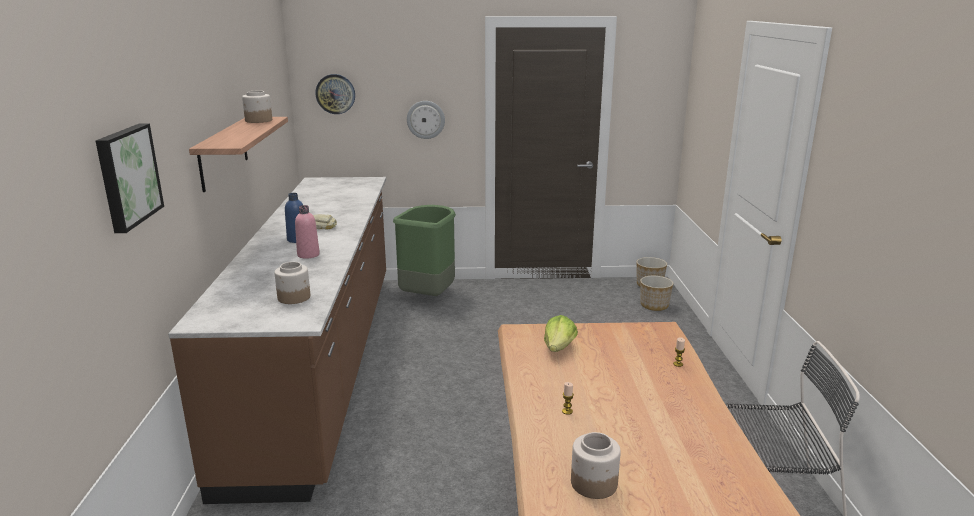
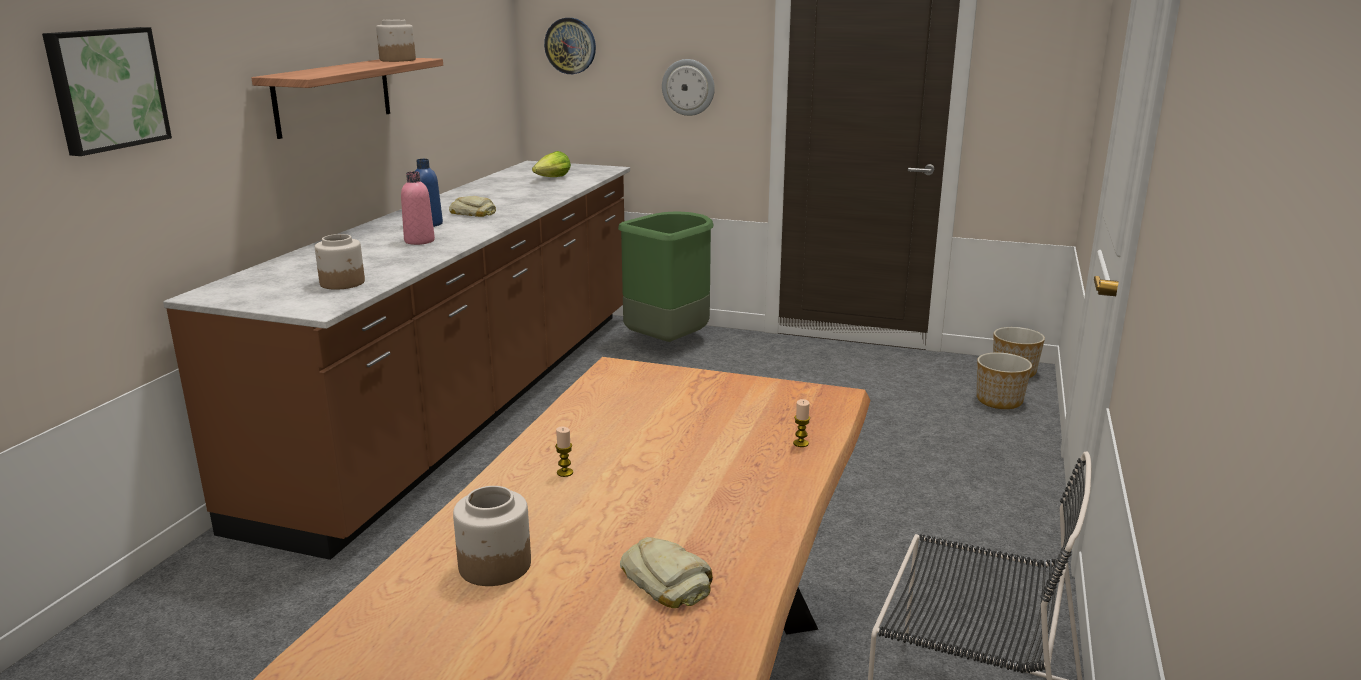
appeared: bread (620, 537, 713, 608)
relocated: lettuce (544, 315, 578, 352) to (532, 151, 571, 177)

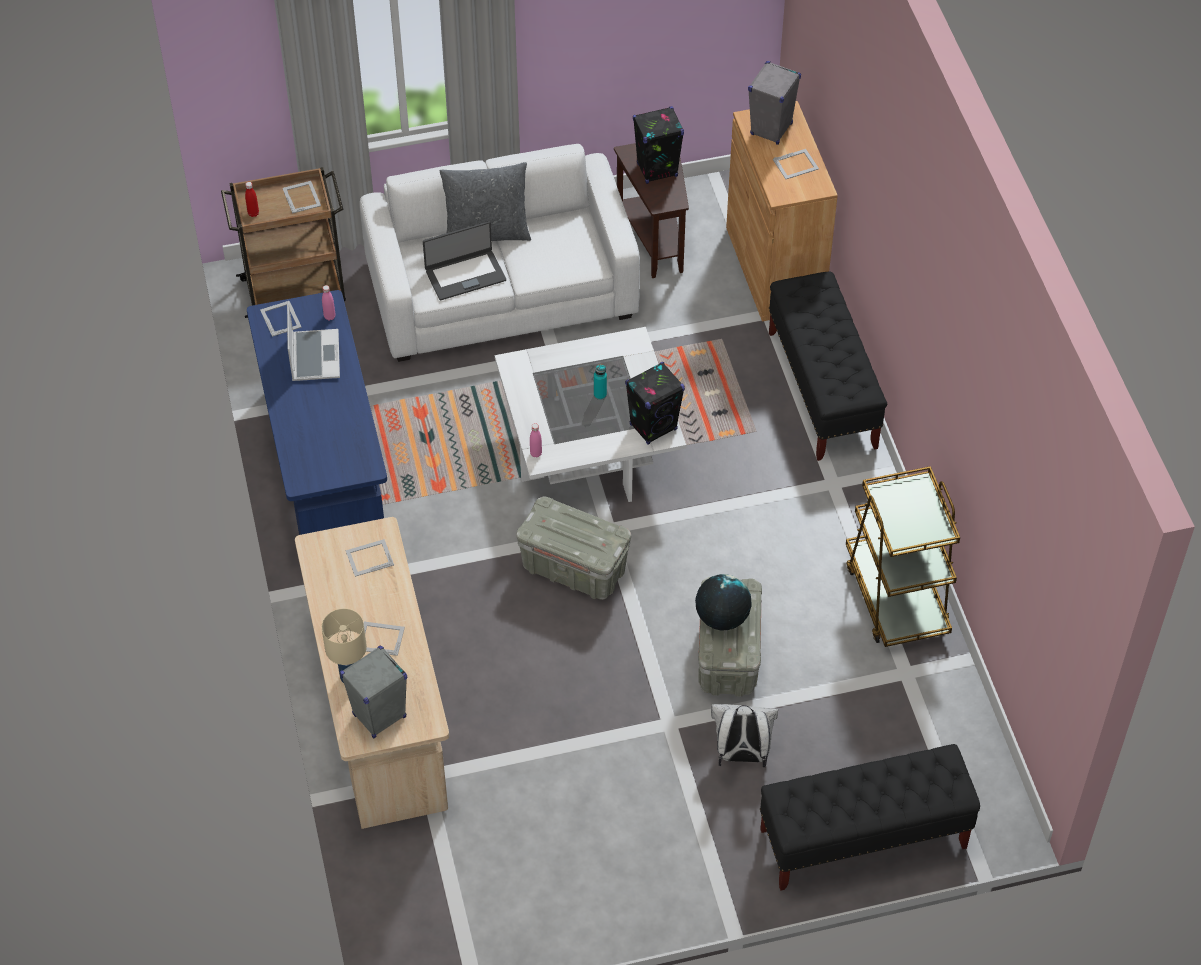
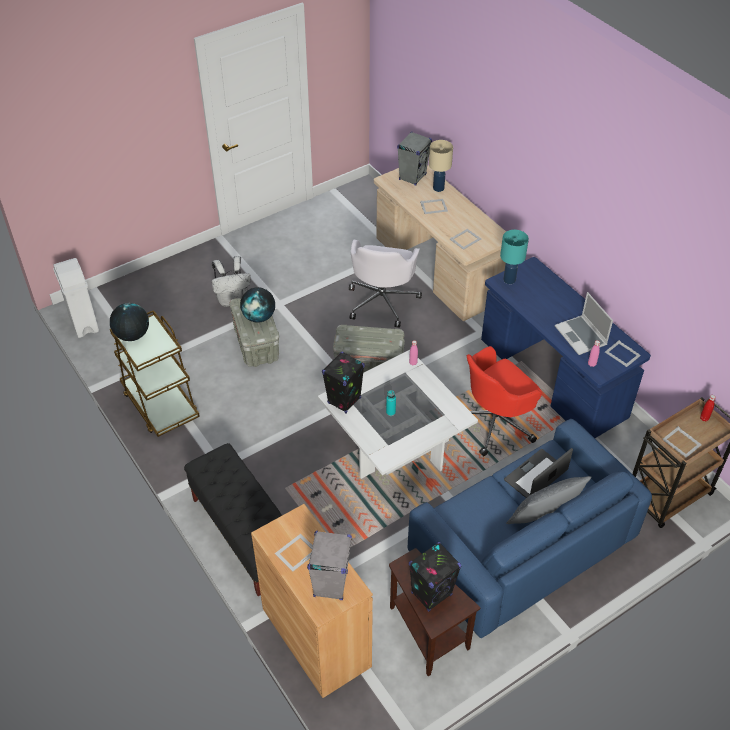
missing: black bench (760, 744, 980, 891)
appeared: turquoise table lamp (500, 230, 529, 284); white office chair (349, 240, 422, 328); white trash can (53, 258, 99, 338); globe (110, 303, 149, 341); red office chair (467, 346, 542, 456)
colour: white sofa (359, 144, 640, 362) to blue sofa (408, 419, 652, 638)

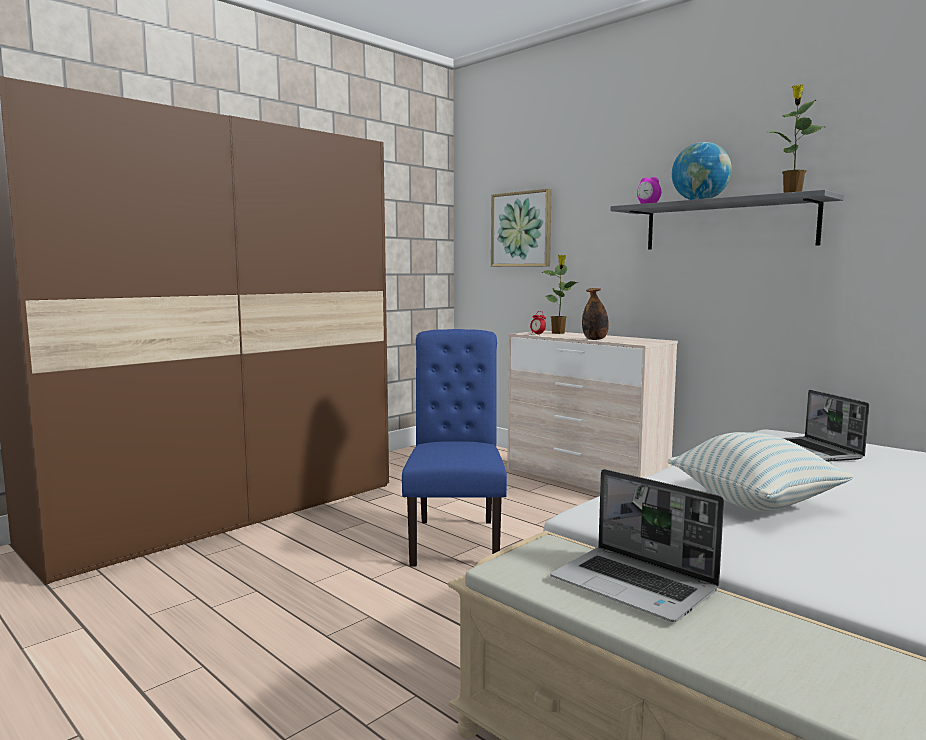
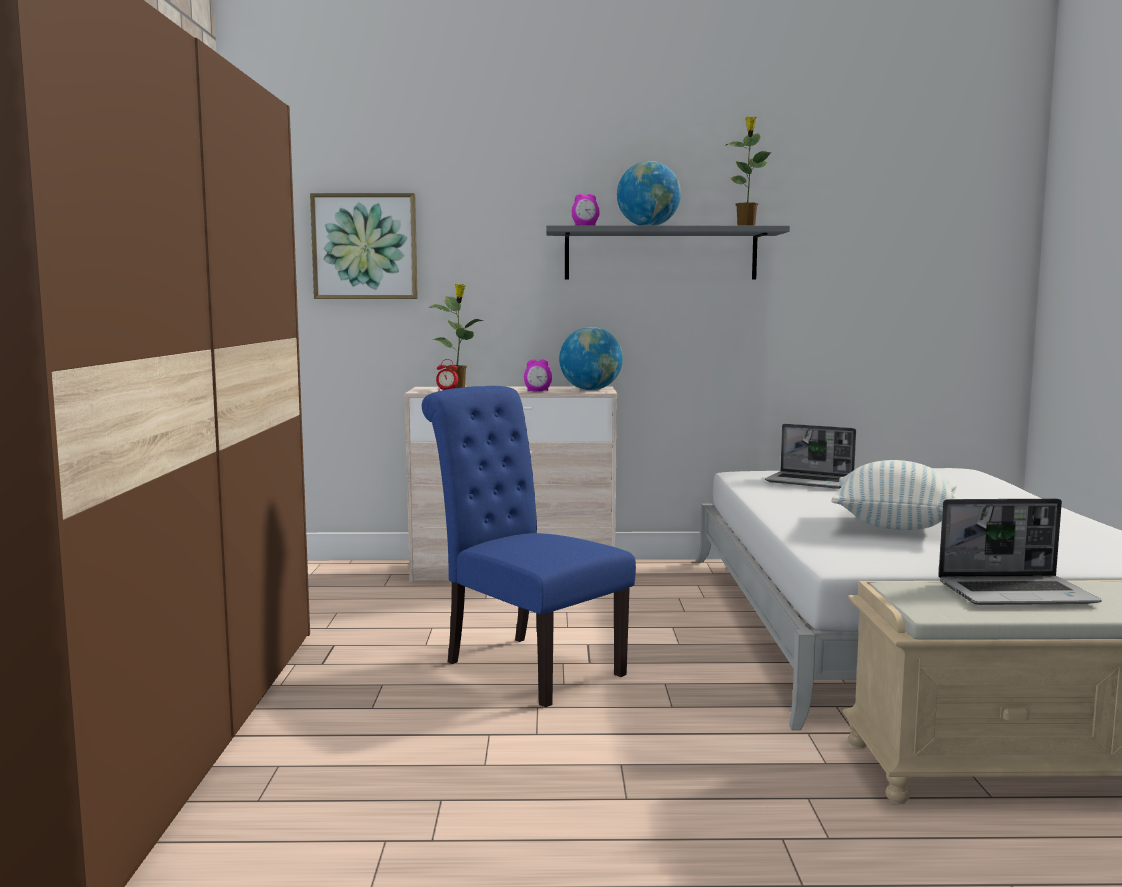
appeared: globe (559, 327, 623, 390)
exchanged: bottle (582, 288, 609, 340) to alarm clock (524, 359, 552, 392)

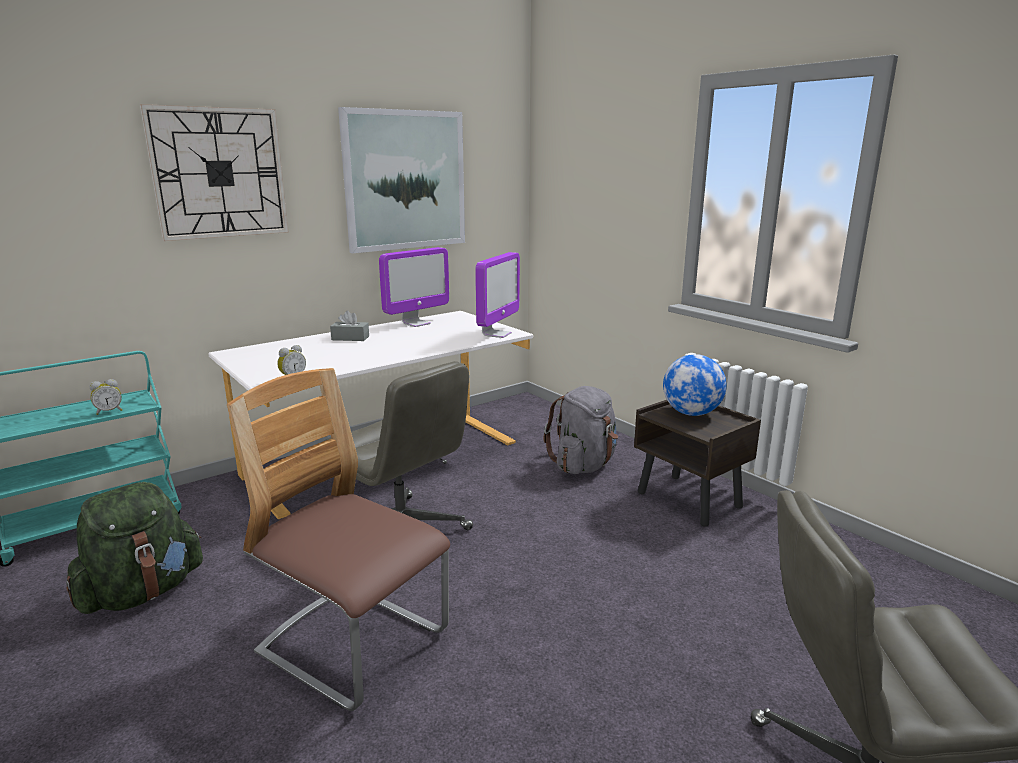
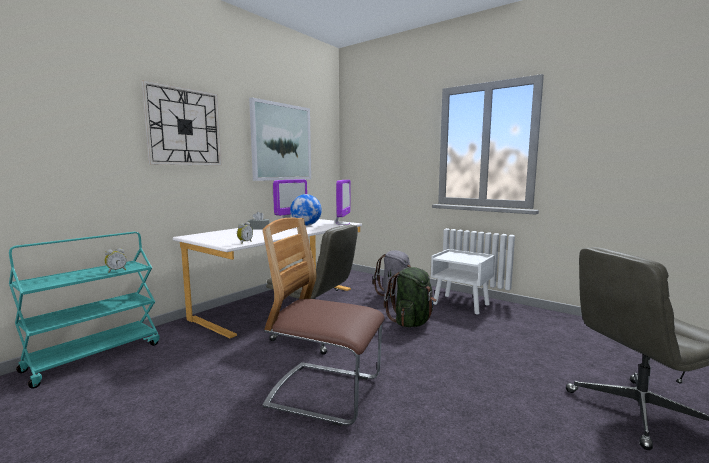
relocated: globe (663, 354, 727, 416) to (290, 194, 322, 226); green backpack (66, 482, 203, 614) to (384, 267, 437, 327)
colour: brown nightstand (634, 400, 761, 527) to white nightstand (431, 249, 495, 314)

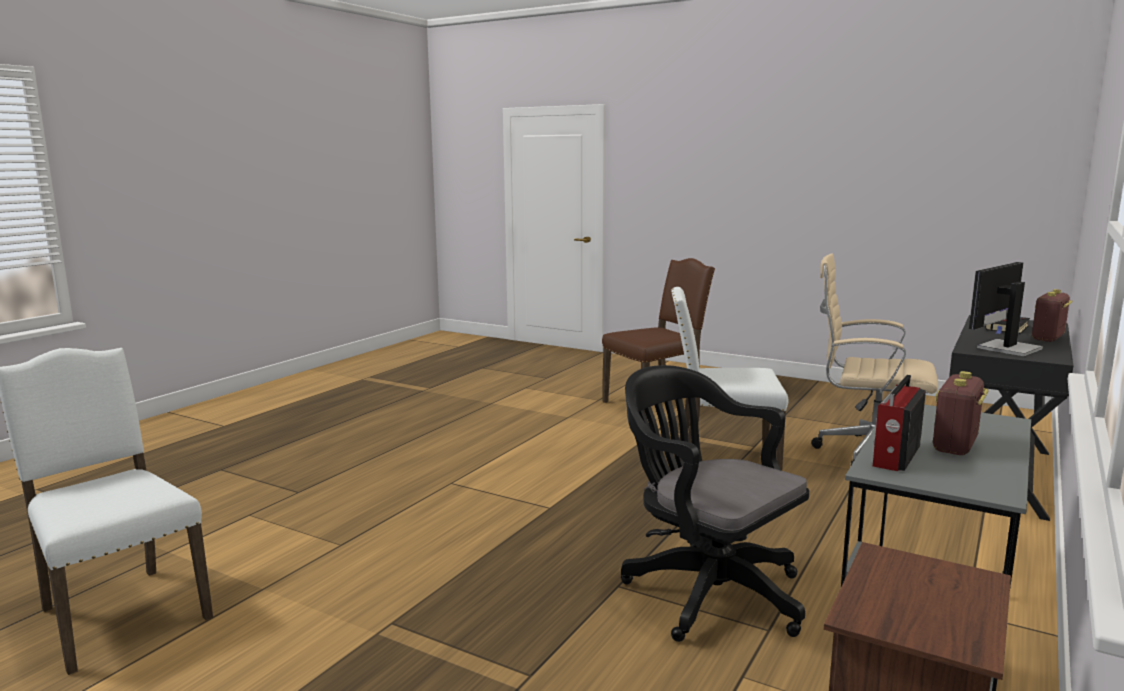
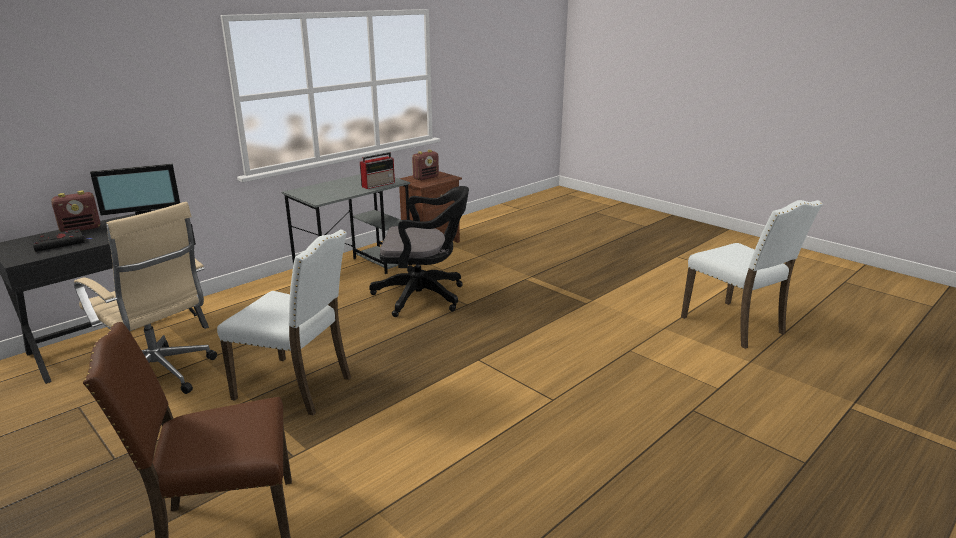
relocated: radio (933, 371, 989, 455) to (412, 150, 439, 180)
spun: black office chair (621, 365, 809, 642) = (369, 186, 469, 317) 60 degrees counterclockwise

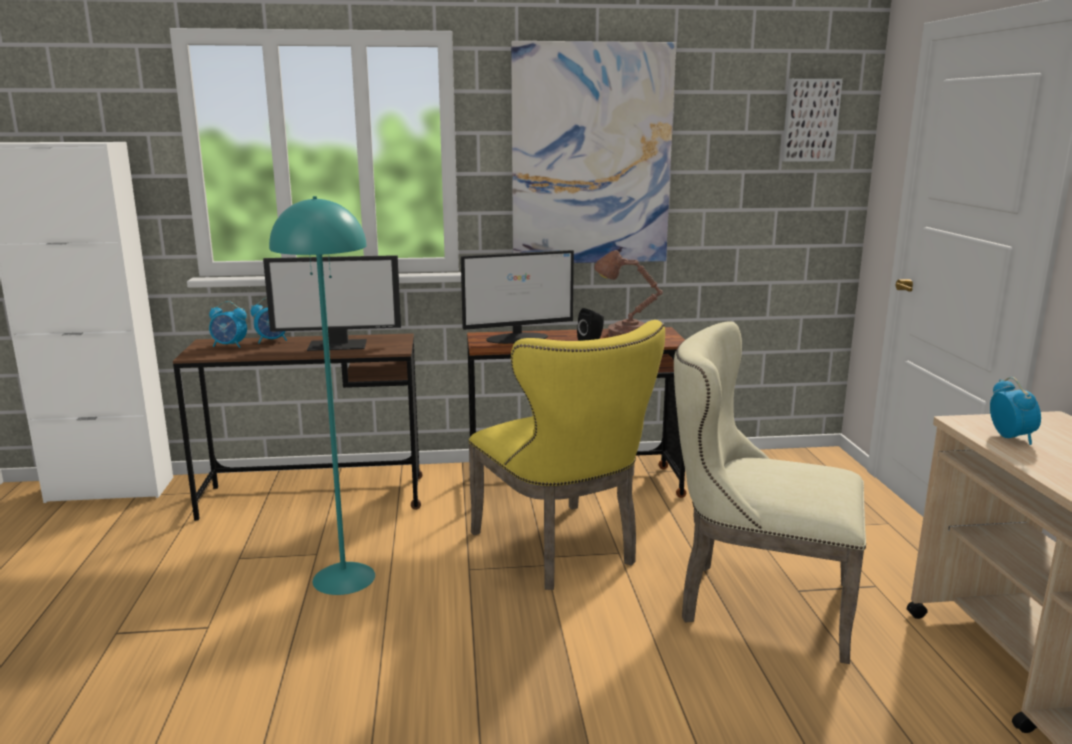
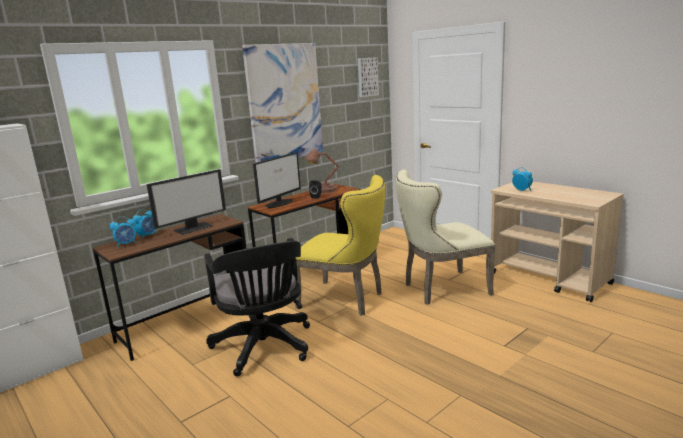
exchanged: turquoise floor lamp (269, 196, 375, 595) to black office chair (204, 238, 310, 377)

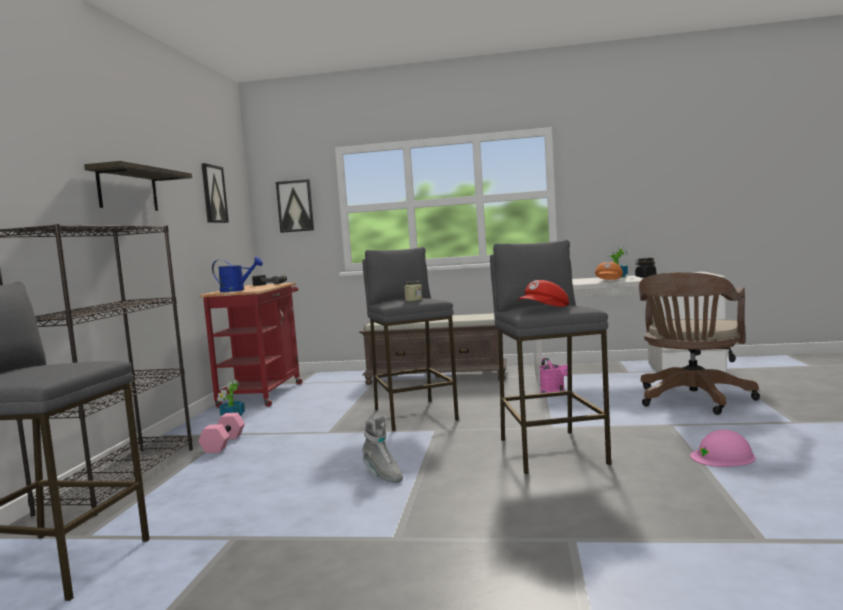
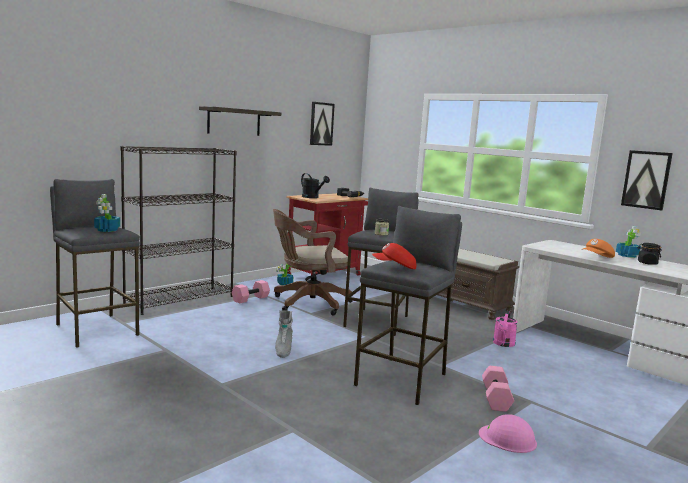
appeared: potted plant (94, 194, 120, 232); pink dumbbell (482, 366, 514, 412)
relocated: picture (276, 179, 314, 233) to (621, 150, 673, 210); brown office chair (639, 272, 760, 415) to (273, 209, 352, 316)
colour: blue watering can (212, 257, 263, 292) to black watering can (301, 173, 330, 198)

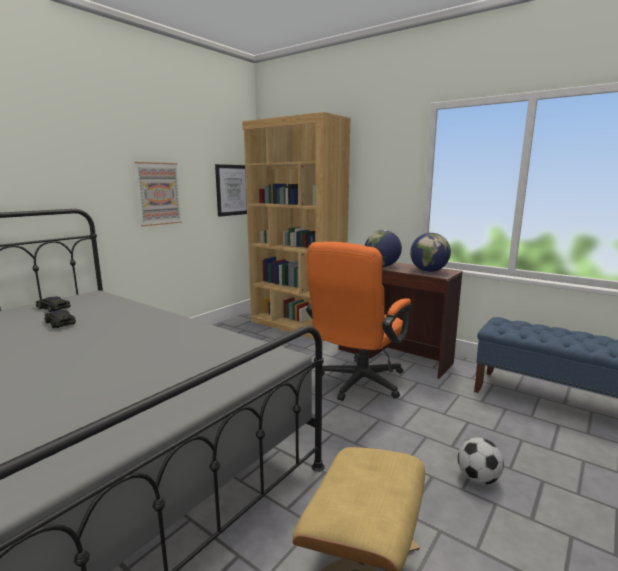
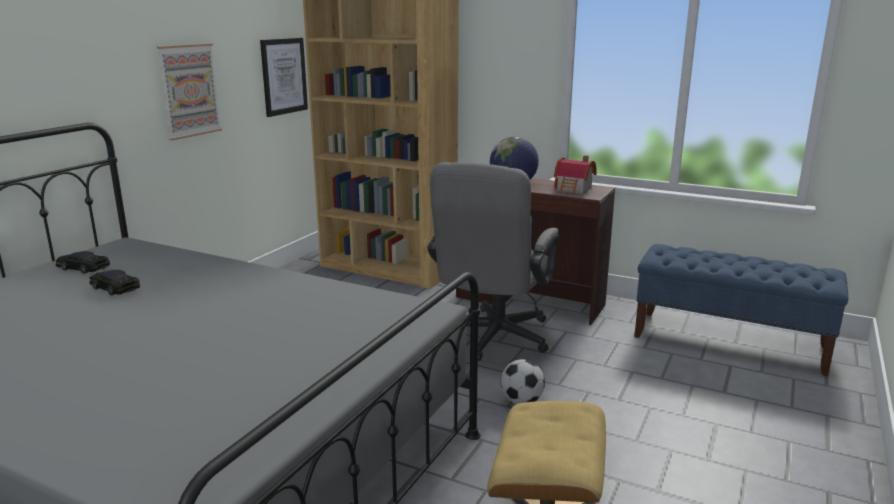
relocated: football (458, 437, 504, 485) to (501, 359, 545, 404)
exchanged: globe (410, 233, 451, 272) to toy house (554, 155, 597, 195)
colour: orange office chair (306, 242, 411, 401) to grey office chair (427, 162, 559, 361)

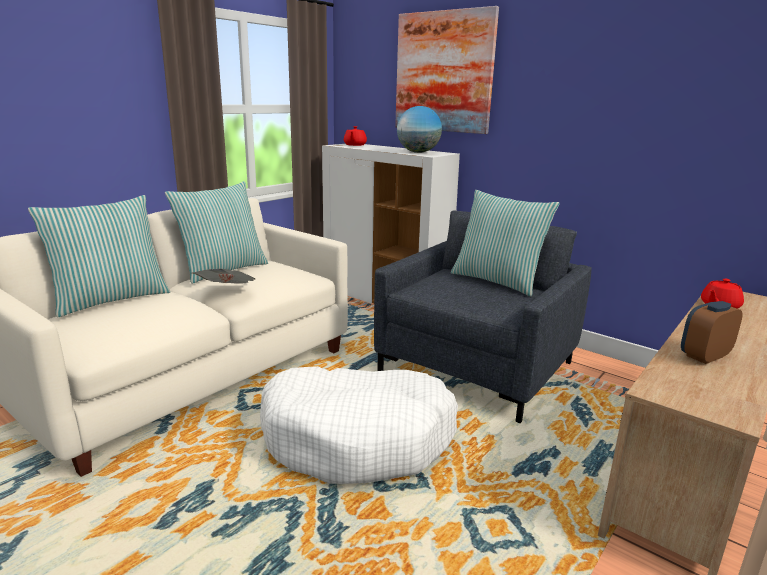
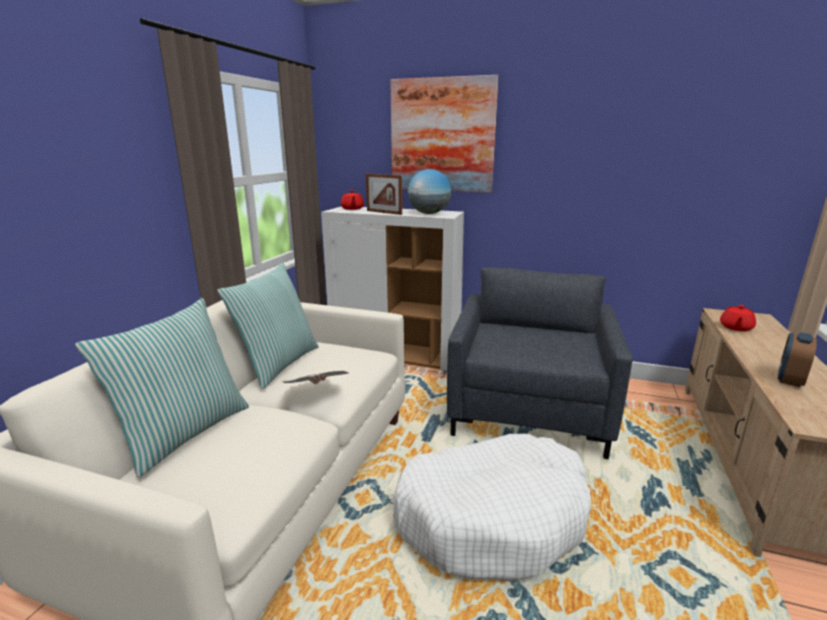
missing: pillow (451, 190, 560, 297)
appeared: picture frame (366, 174, 402, 215)

